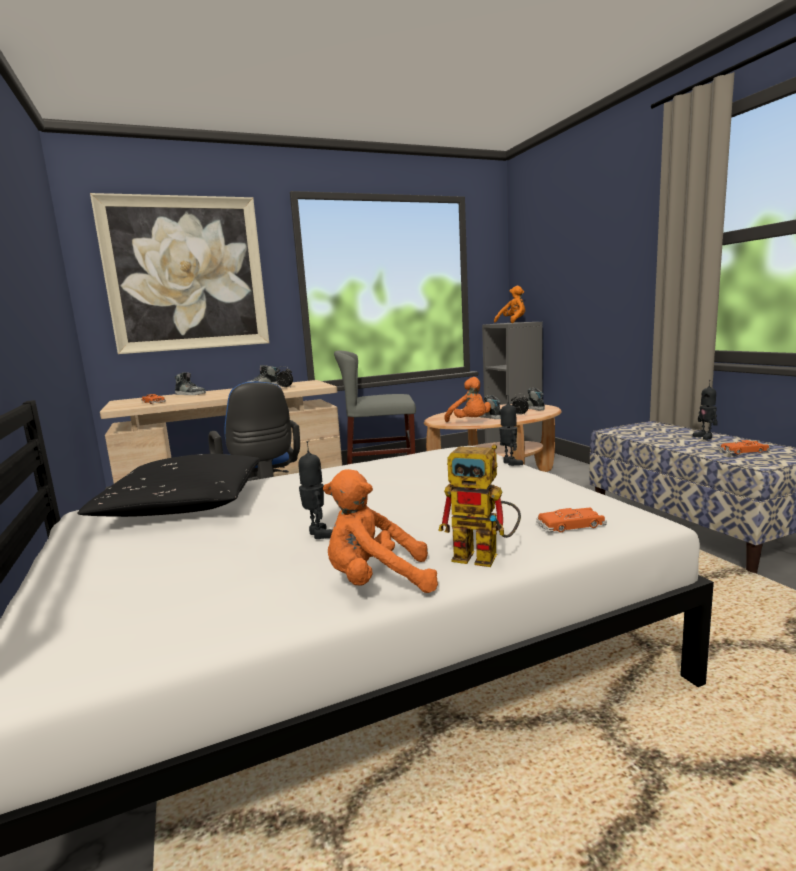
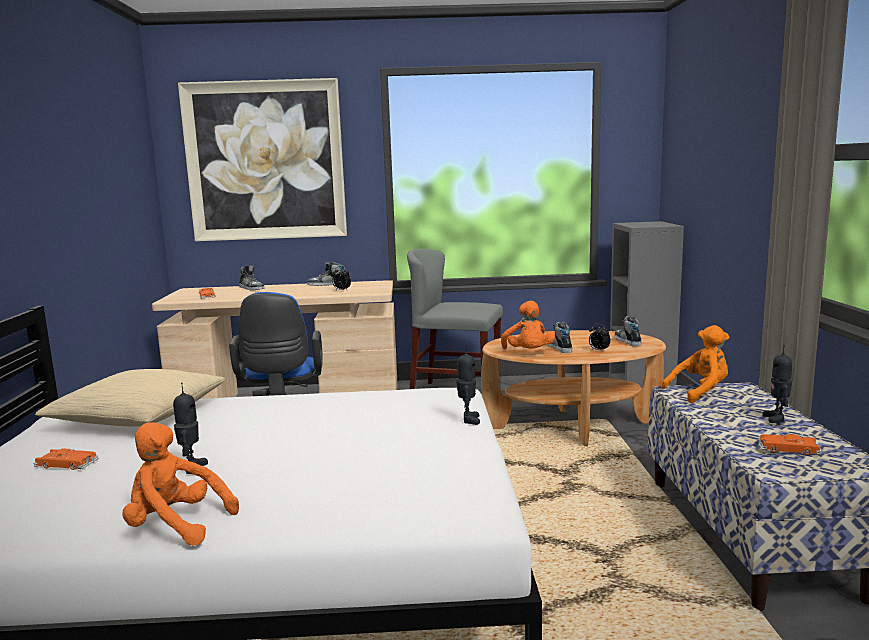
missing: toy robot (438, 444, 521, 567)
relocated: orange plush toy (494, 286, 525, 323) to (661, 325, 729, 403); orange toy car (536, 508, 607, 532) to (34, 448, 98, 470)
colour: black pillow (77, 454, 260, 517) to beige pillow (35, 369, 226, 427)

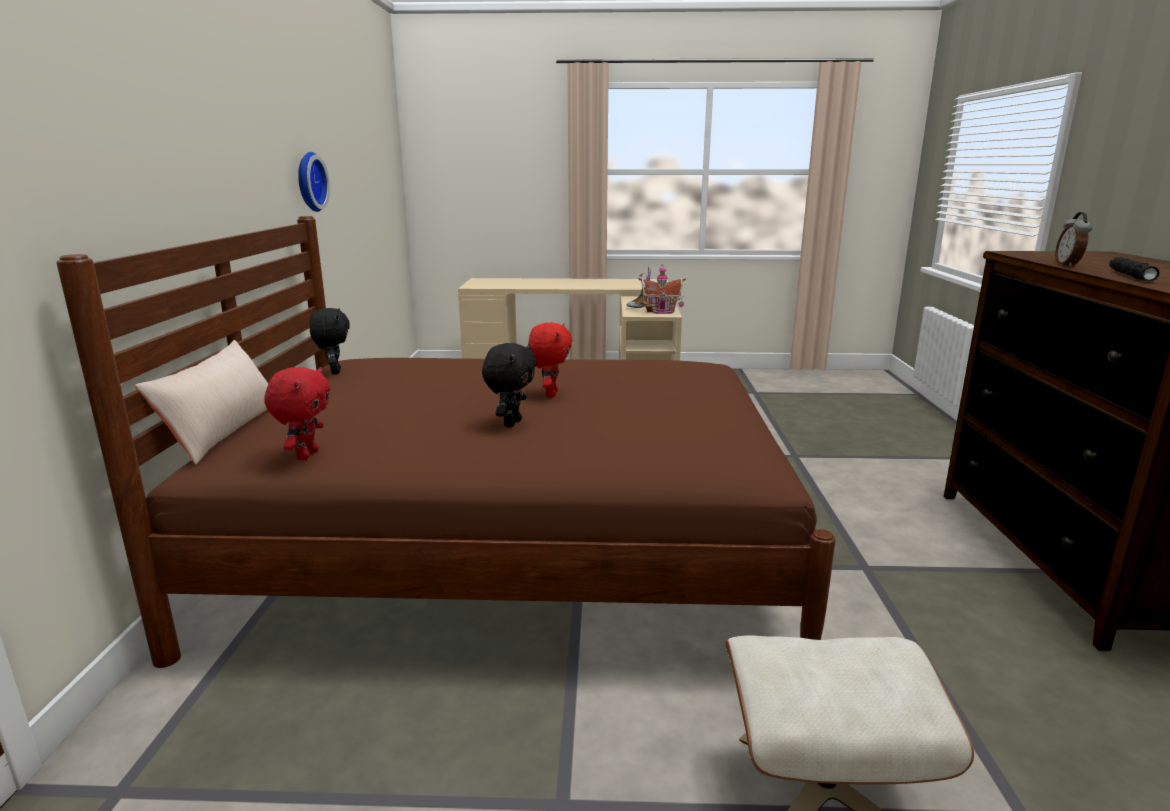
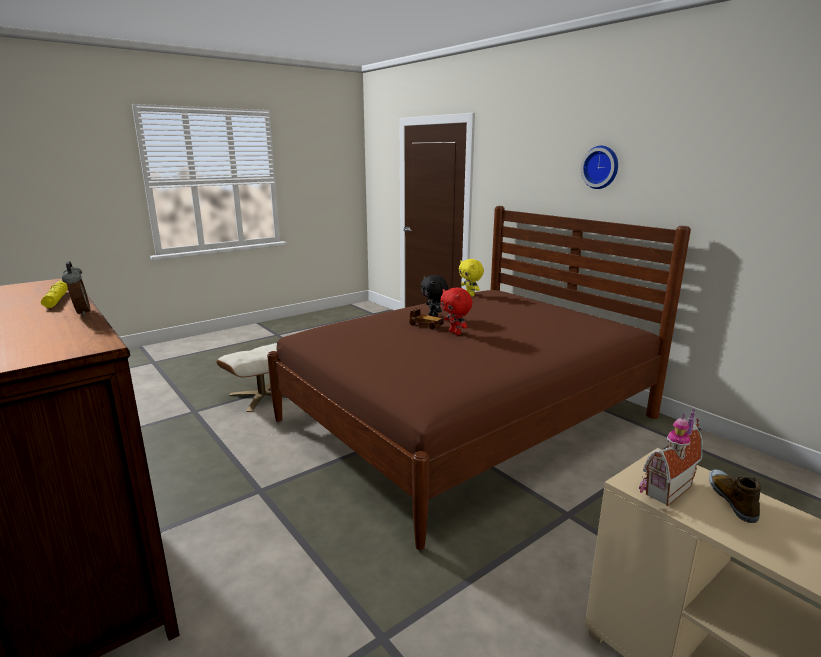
missing: black plush toy (310, 308, 350, 374); beige pillow (135, 340, 268, 465)
appeared: toy car (409, 308, 444, 330)
relocated: wall clock (298, 152, 330, 212) to (581, 146, 618, 189)
colour: black flashlight (1109, 257, 1160, 281) to yellow flashlight (41, 281, 68, 308); red plush toy (264, 367, 330, 460) to yellow plush toy (459, 259, 484, 296)

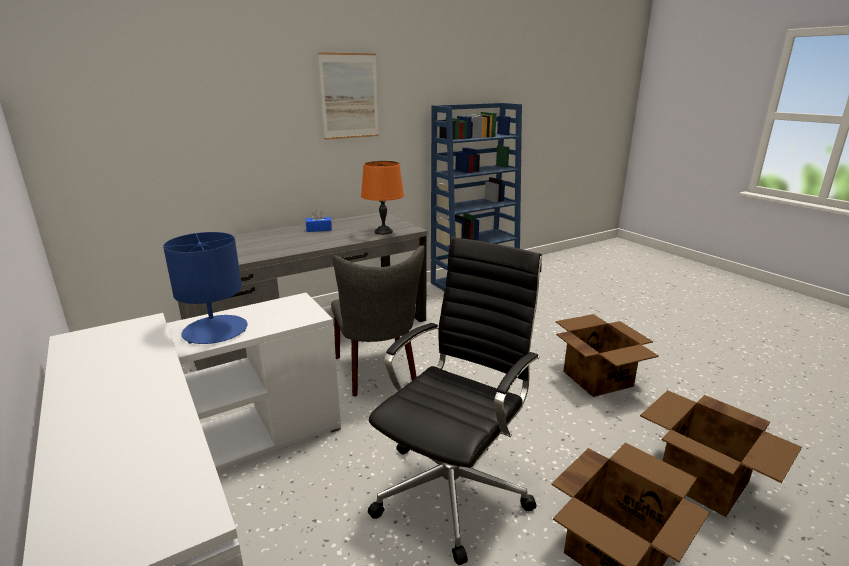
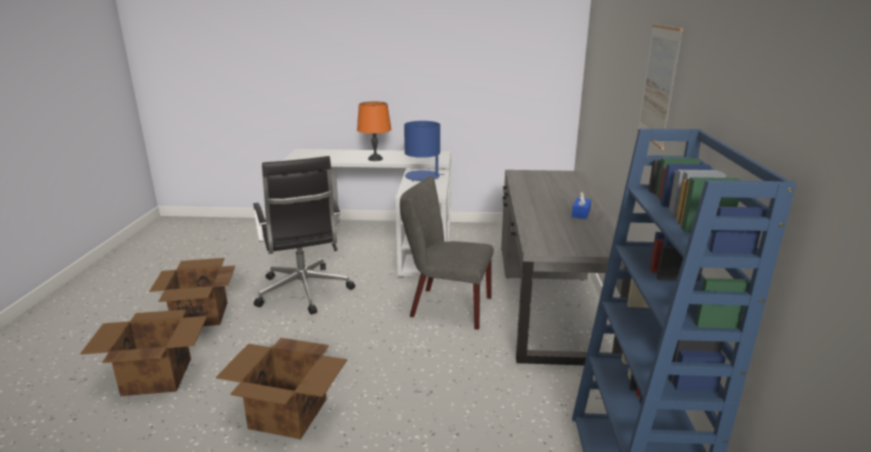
relocated: orange table lamp (361, 161, 404, 235) to (357, 101, 392, 161)

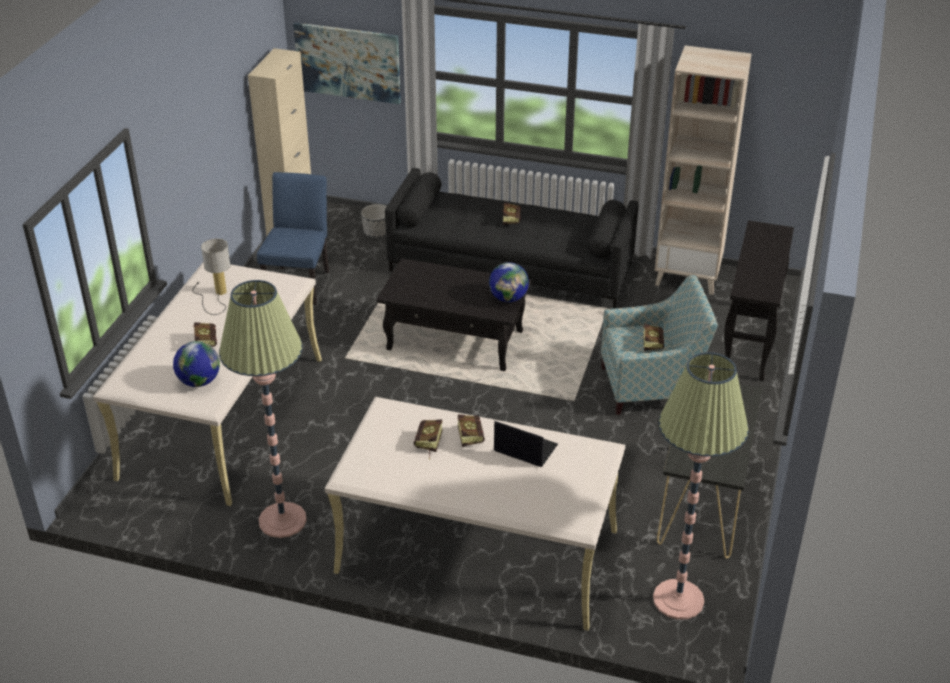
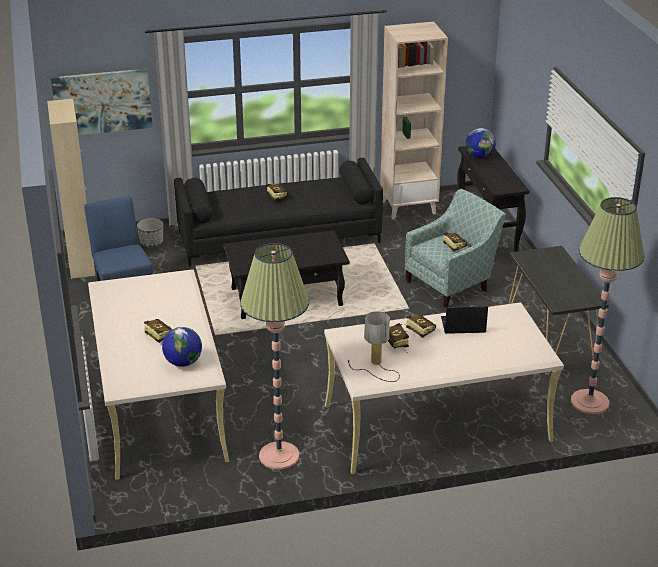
relocated: table lamp (193, 239, 231, 315) to (348, 311, 400, 382); globe (489, 262, 529, 302) to (466, 128, 496, 158)

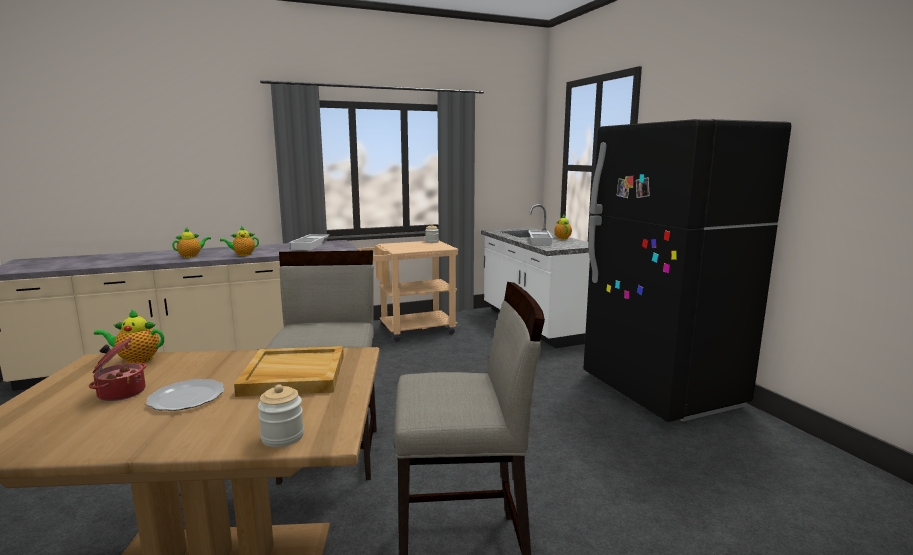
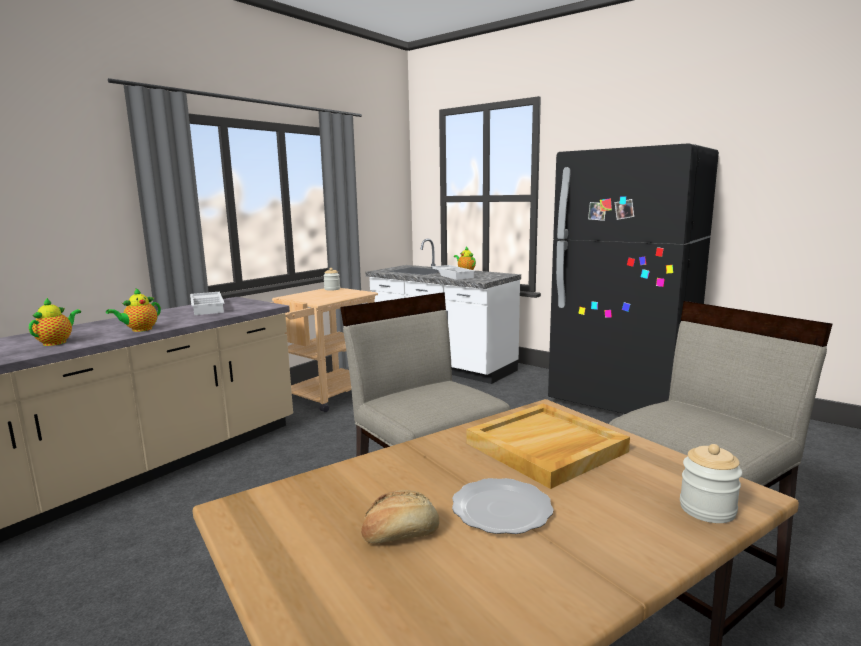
missing: teapot (94, 309, 164, 363)
exchanged: cooking pot (89, 337, 147, 401) to bread (361, 490, 439, 544)

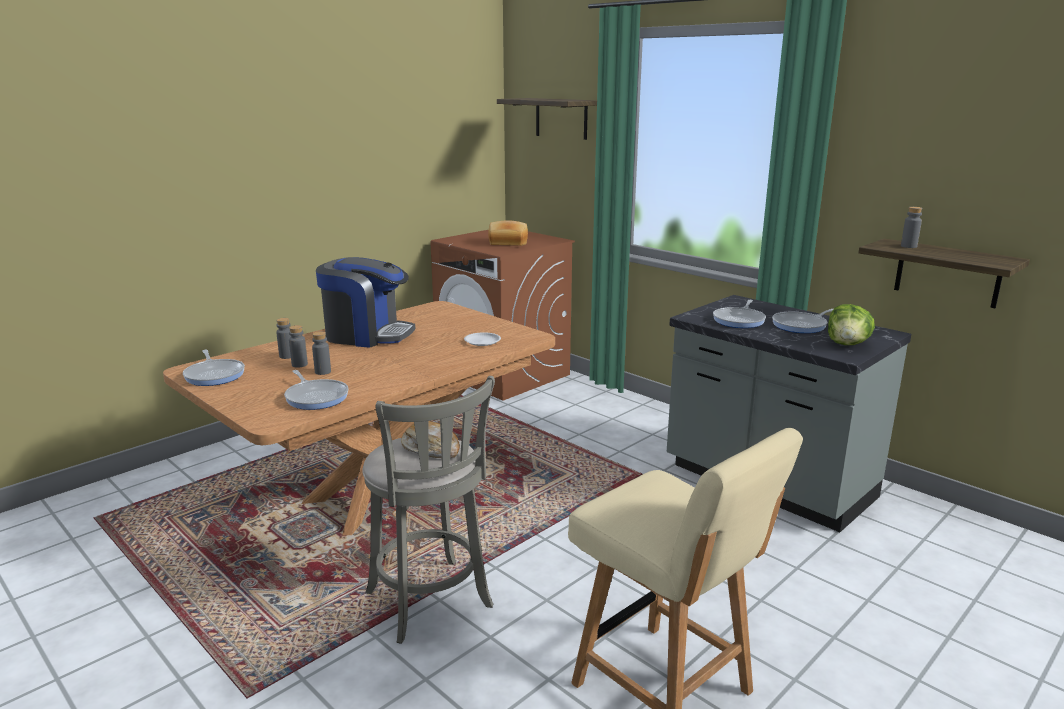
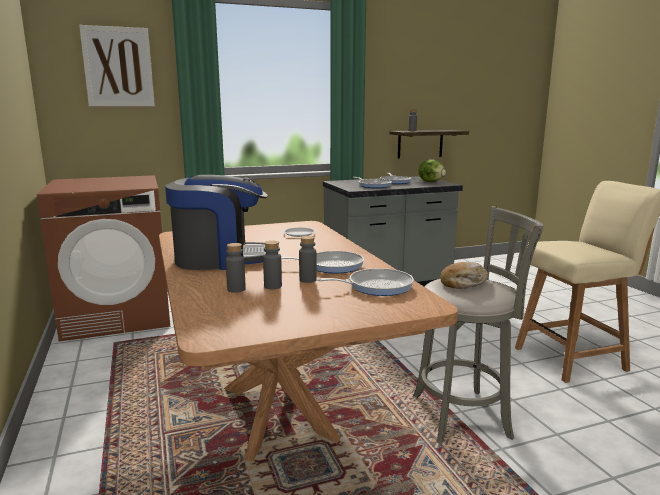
missing: bread (488, 220, 528, 246)
relocated: frying pan (183, 350, 245, 386) to (281, 251, 364, 273)
exchanged: shelf (497, 98, 597, 140) to picture (79, 25, 155, 106)
spun: coffee machine (316, 257, 415, 348) = (165, 175, 268, 270) 45 degrees clockwise

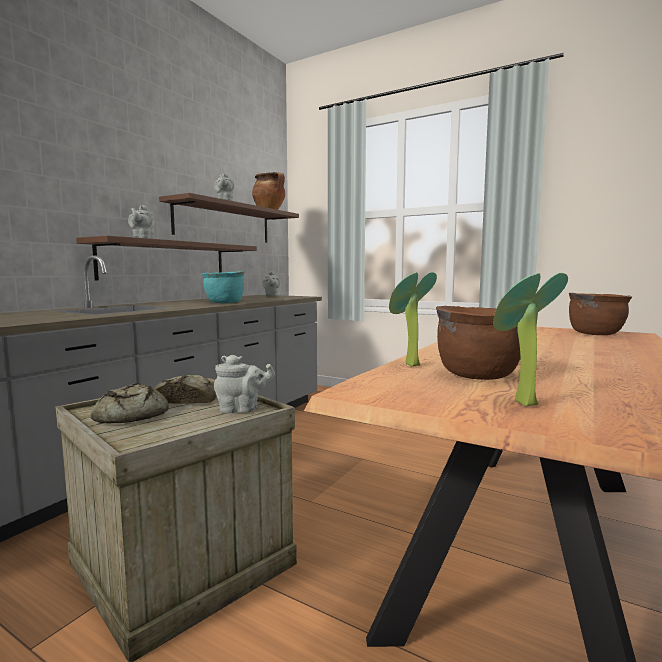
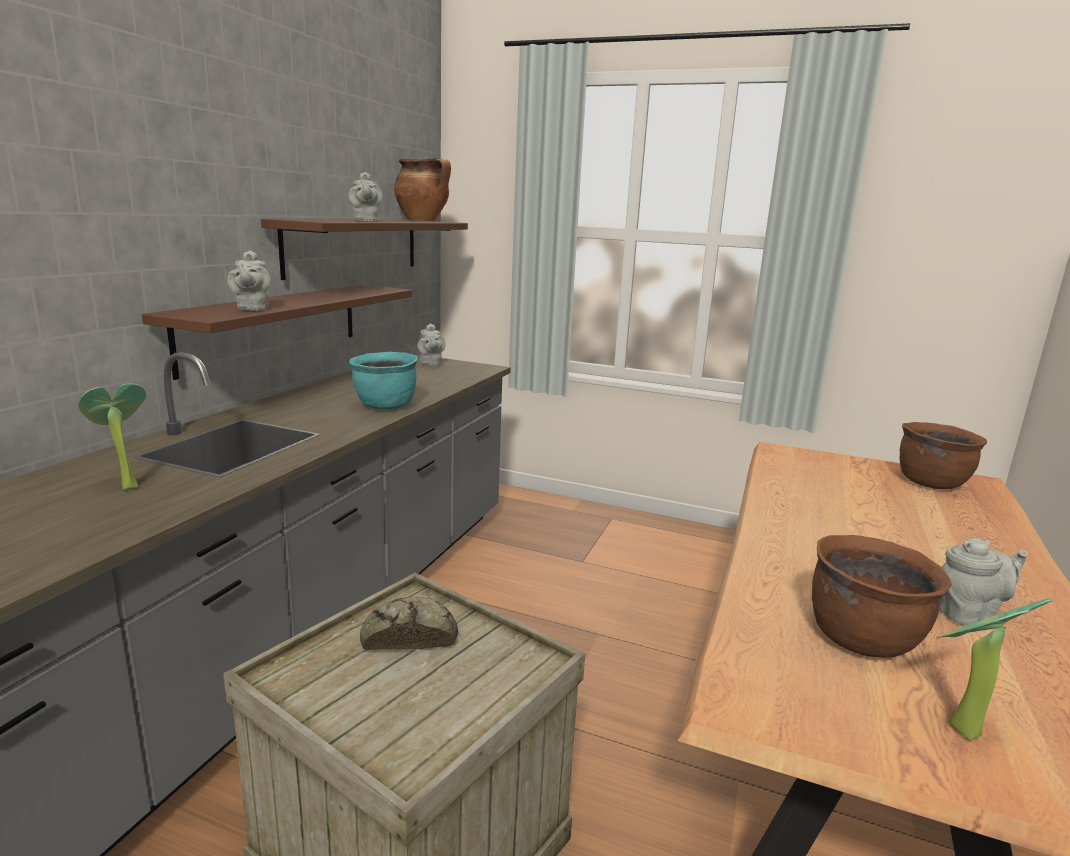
missing: bread (91, 383, 169, 423)
relocated: potted plant (389, 272, 437, 366) to (78, 384, 146, 490); grey teapot (214, 355, 275, 413) to (939, 538, 1028, 625)

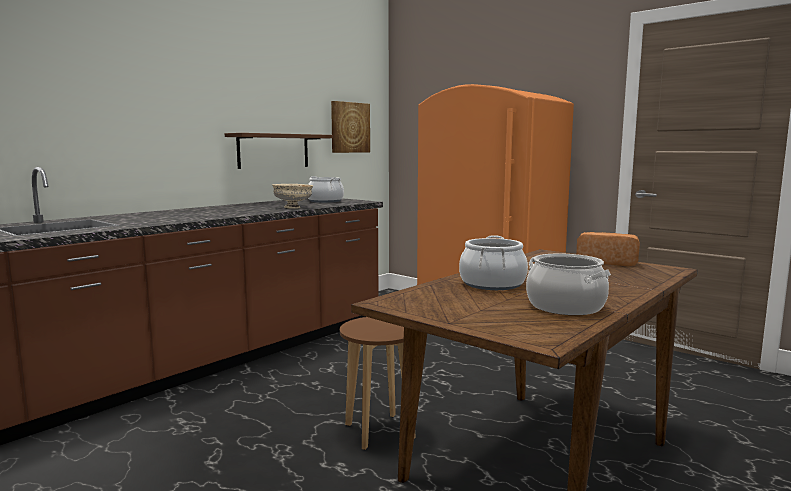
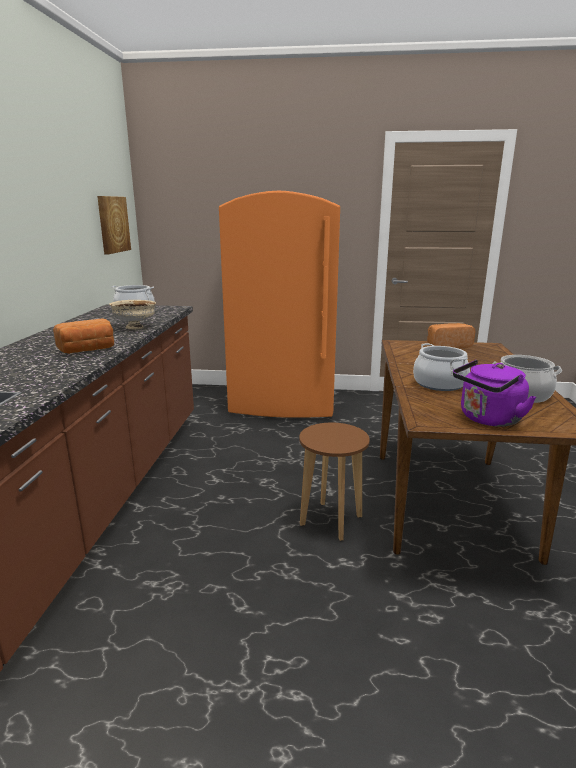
missing: brown shelf (225, 133, 333, 169)
appeared: bread (53, 318, 114, 354); purple kettle (453, 360, 536, 427)

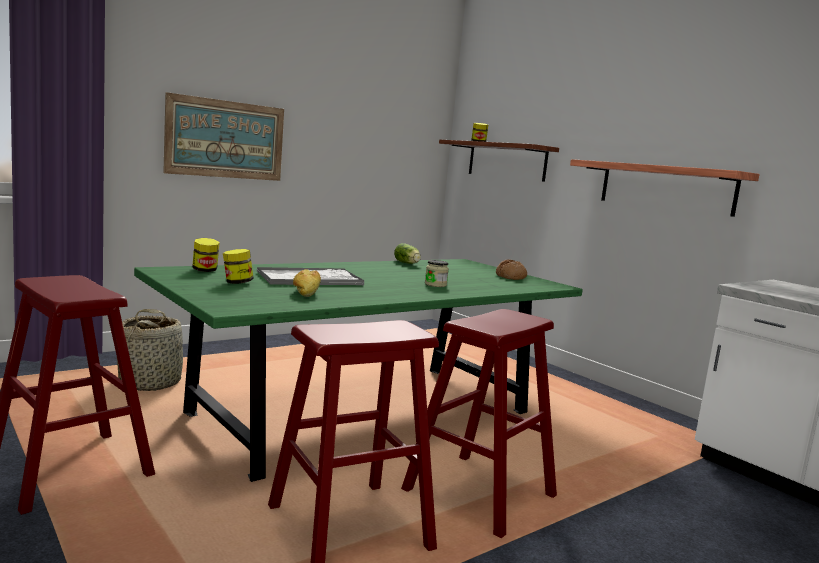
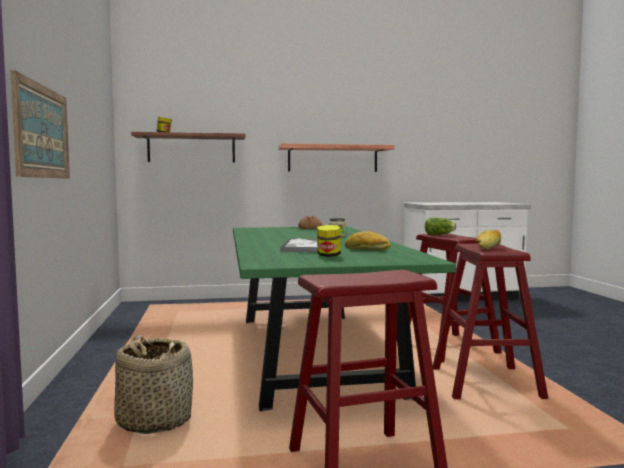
missing: jar (192, 238, 220, 272)
appeared: bread (476, 230, 501, 250)
relocated: lettuce (394, 243, 421, 264) to (425, 218, 456, 235)

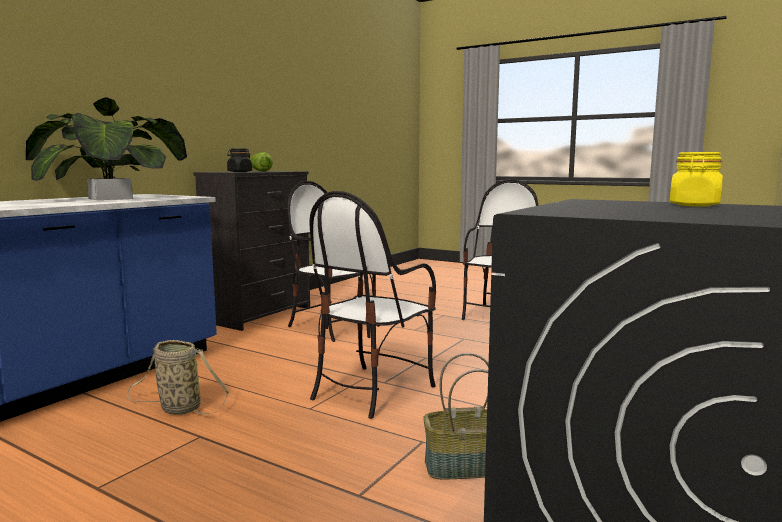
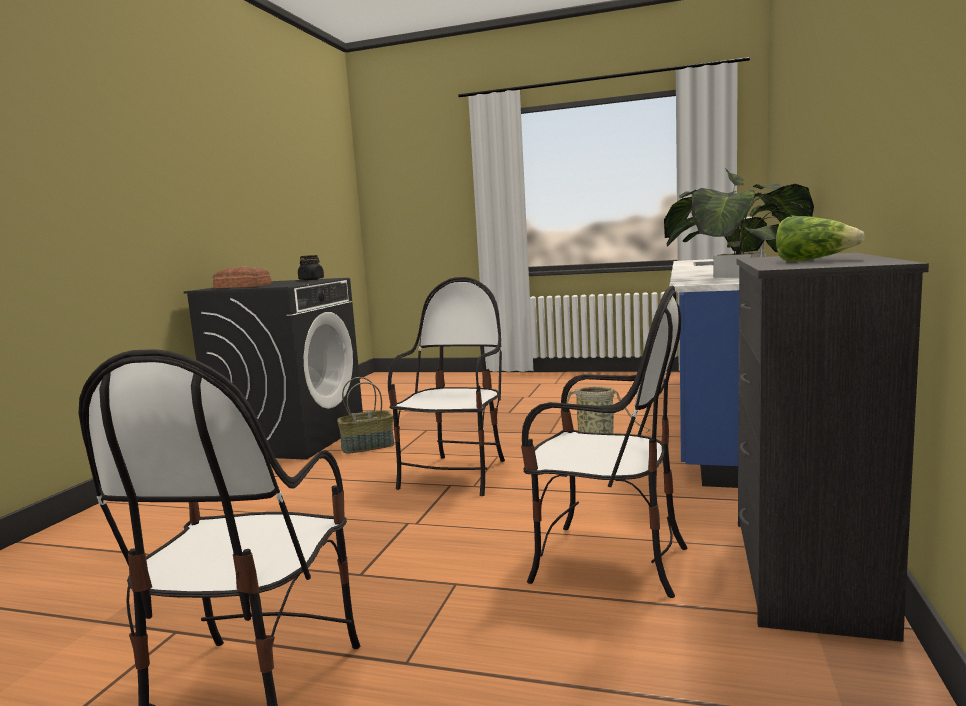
relocated: black jar (227, 148, 252, 172) to (298, 255, 324, 280)
exchanged: yellow jar (670, 152, 723, 207) to bread (213, 267, 272, 288)

